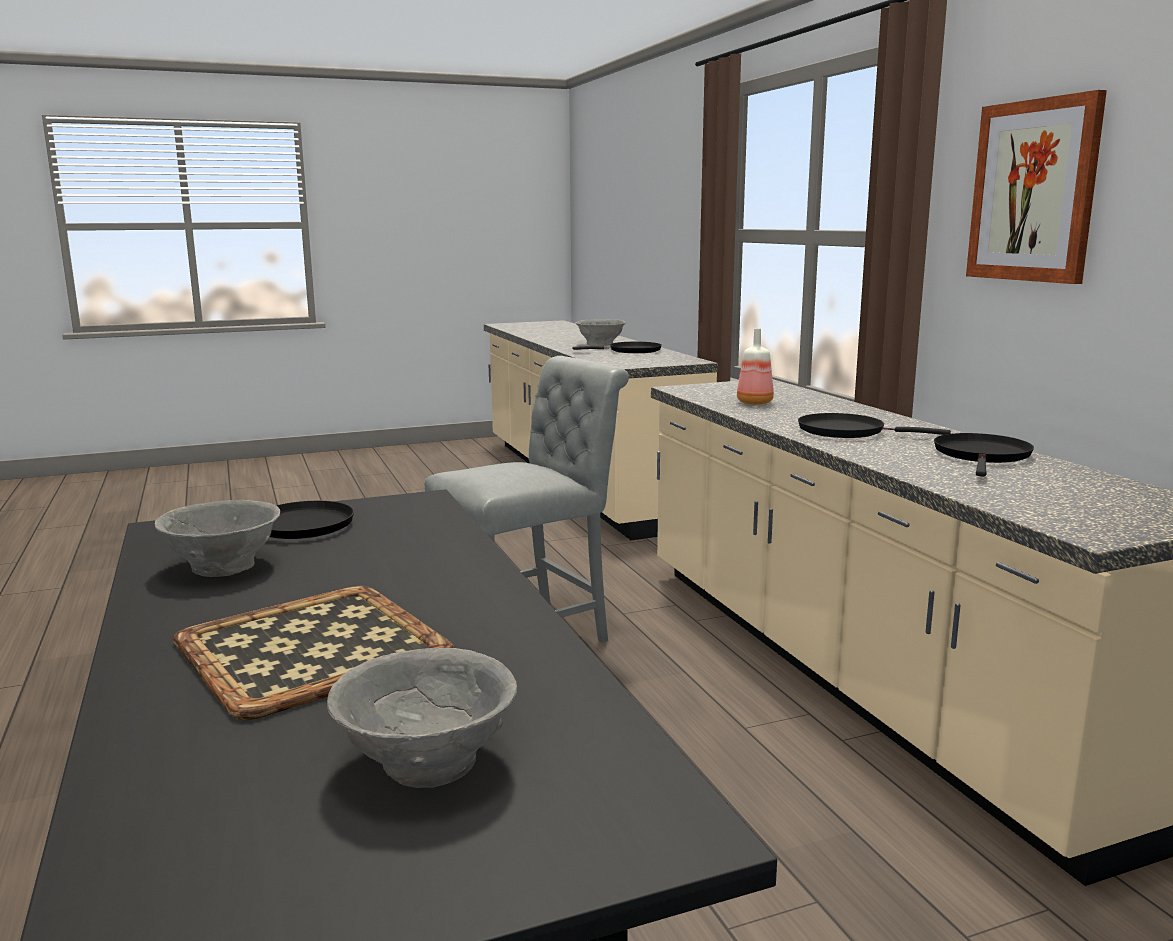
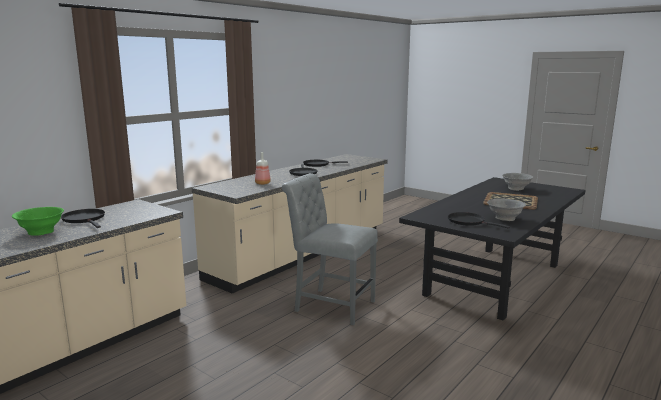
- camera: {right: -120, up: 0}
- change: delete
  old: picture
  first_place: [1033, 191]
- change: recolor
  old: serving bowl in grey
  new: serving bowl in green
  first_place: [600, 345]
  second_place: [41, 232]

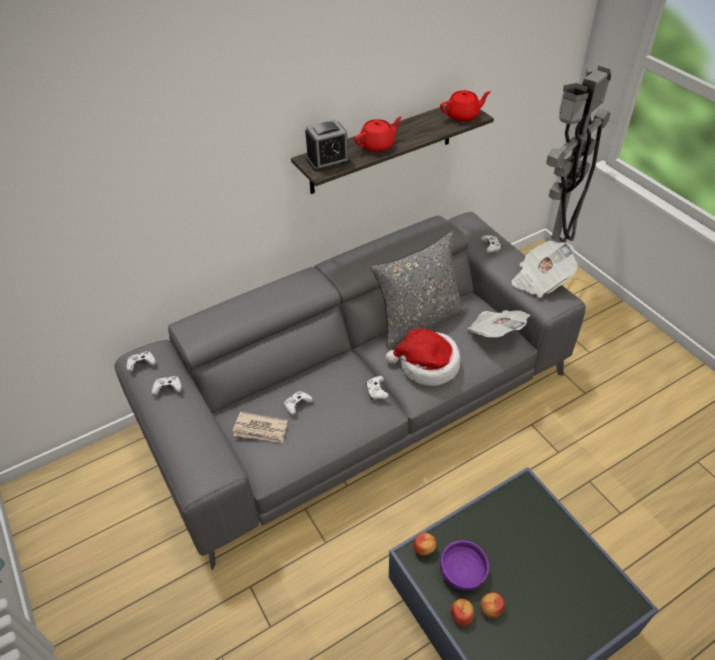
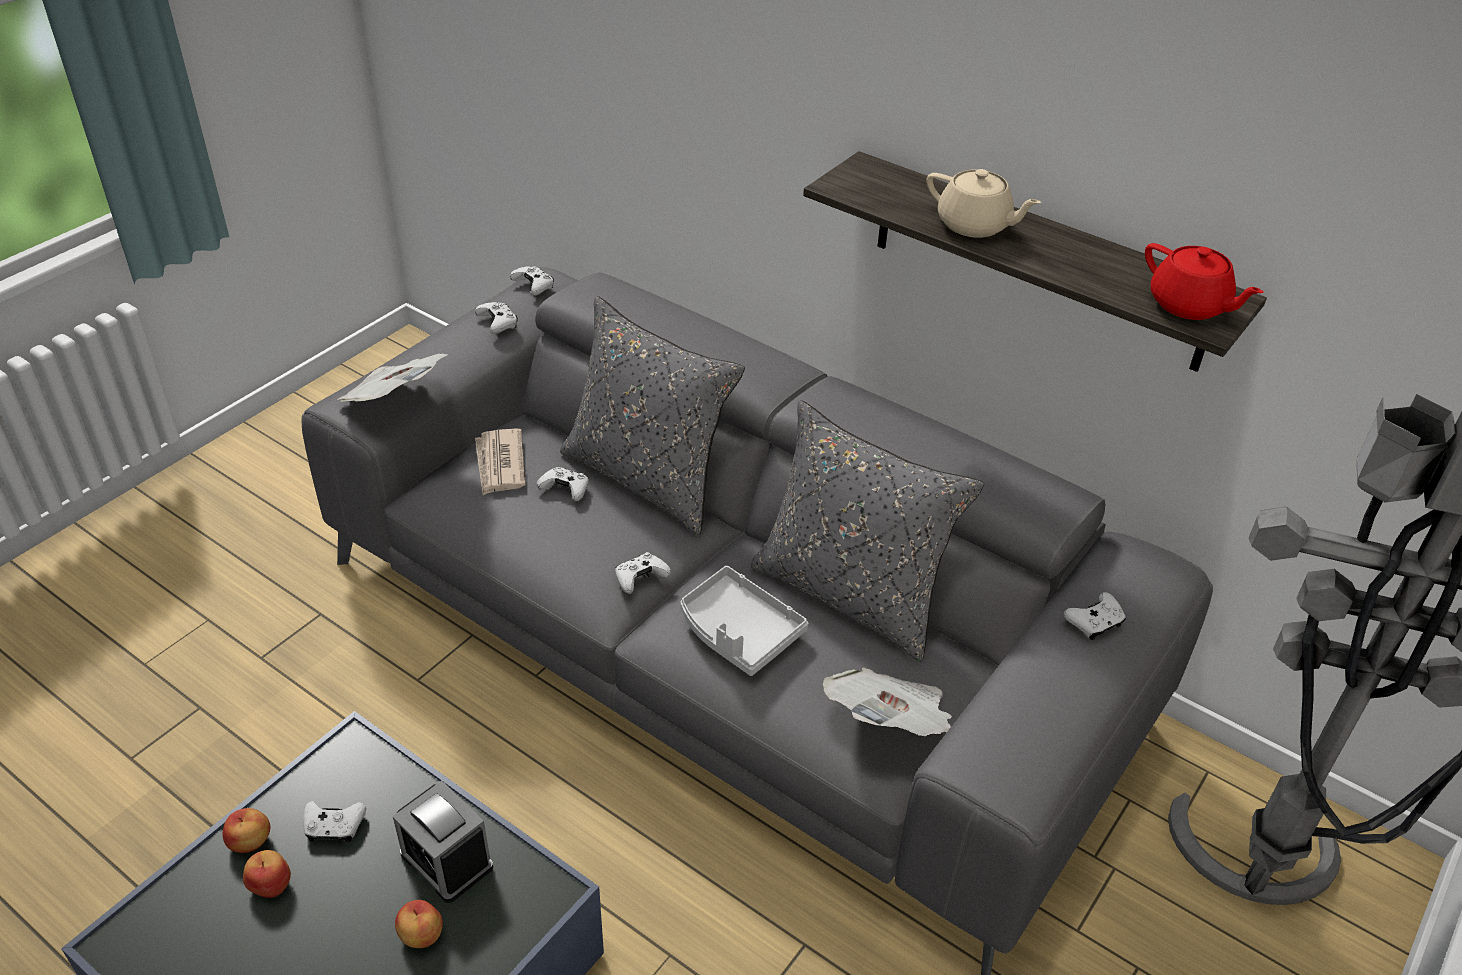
- camera: {right: 65, up: -5}
- change: insert
  new: throw pillow in grey
  second_place: [648, 478]
- change: move
  old: table clock
  first_place: [328, 160]
  second_place: [446, 860]
- change: move
  old: apple fruit
  first_place: [424, 549]
  second_place: [420, 936]
- change: move
  old: printed paper
  first_place: [540, 280]
  second_place: [396, 401]
- change: replace
  old: clothing hat
  new: carrying tray in grey
  first_place: [427, 365]
  second_place: [738, 632]
- change: replace
  old: serving bowl in purple-coloured
  new: game controller in white
  first_place: [463, 573]
  second_place: [334, 827]
- change: recolor
  old: pot for tea in red-coloured
  new: pot for tea in beige
  first_place: [378, 145]
  second_place: [974, 225]

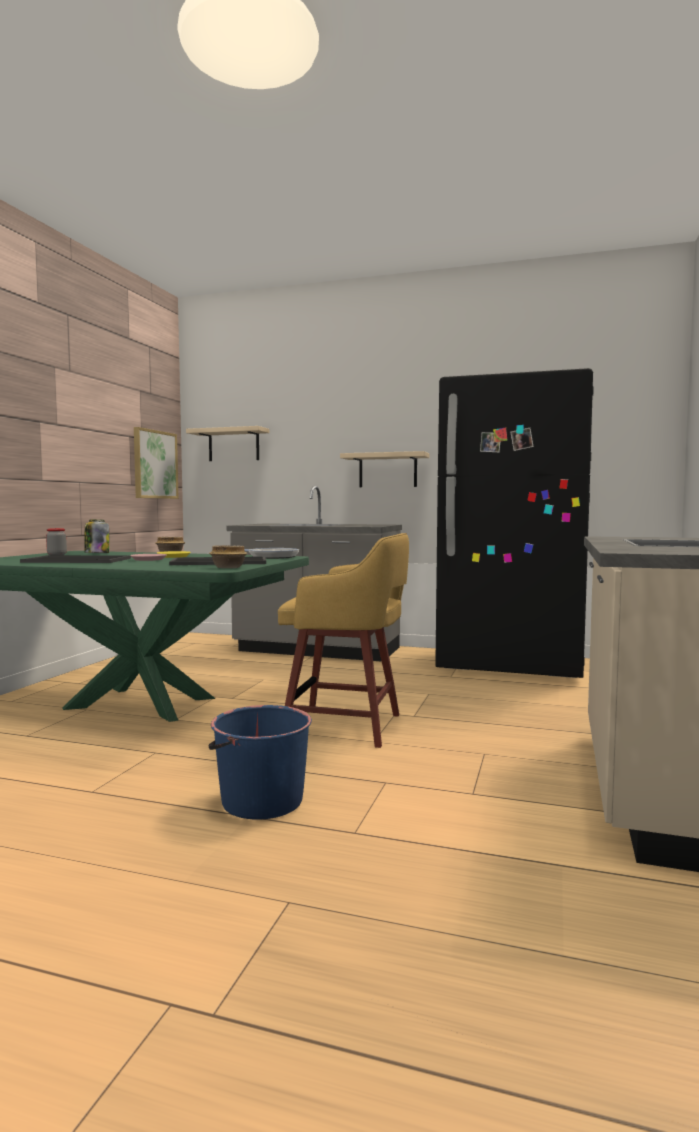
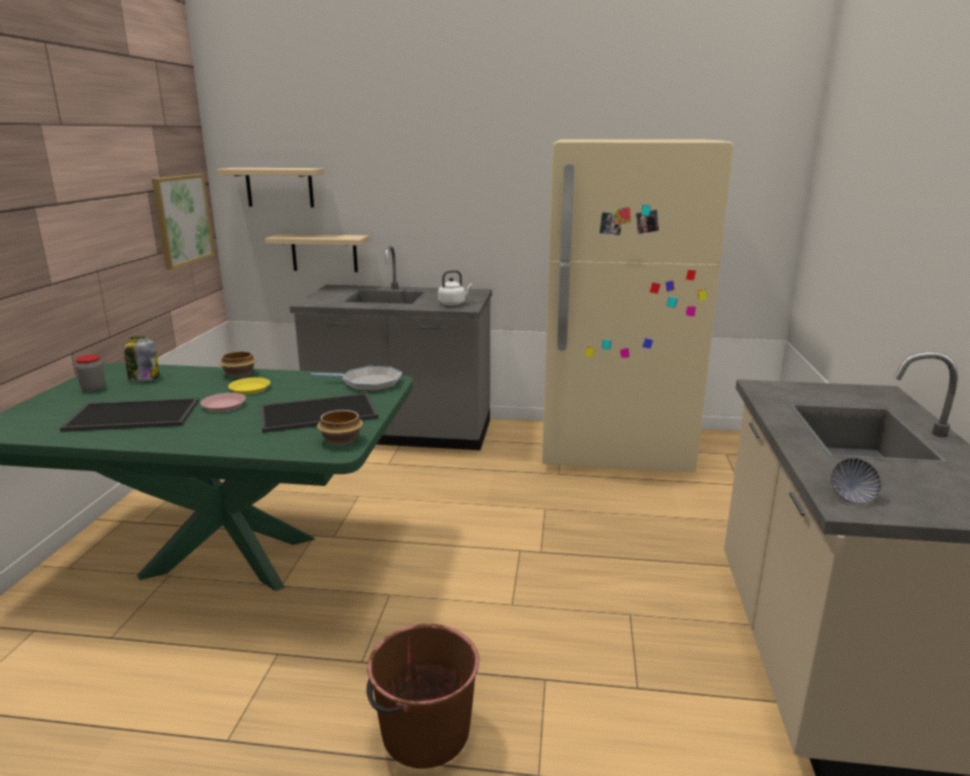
- camera: {right: -10, up: 15}
- change: delete
  old: sitting stool in yellowish
  first_place: [347, 726]
- change: insert
  new: water kettle in white
  second_place: [453, 304]
- change: insert
  new: serving bowl
  second_place: [852, 497]
- change: move
  old: shelf in beige
  first_place: [388, 470]
  second_place: [324, 253]
- change: recolor
  old: bucket in blue-coloured
  new: bucket in brown
  first_place: [261, 801]
  second_place: [424, 732]
- change: recolor
  old: fridge in black
  new: fridge in beige
  first_place: [511, 666]
  second_place: [615, 449]

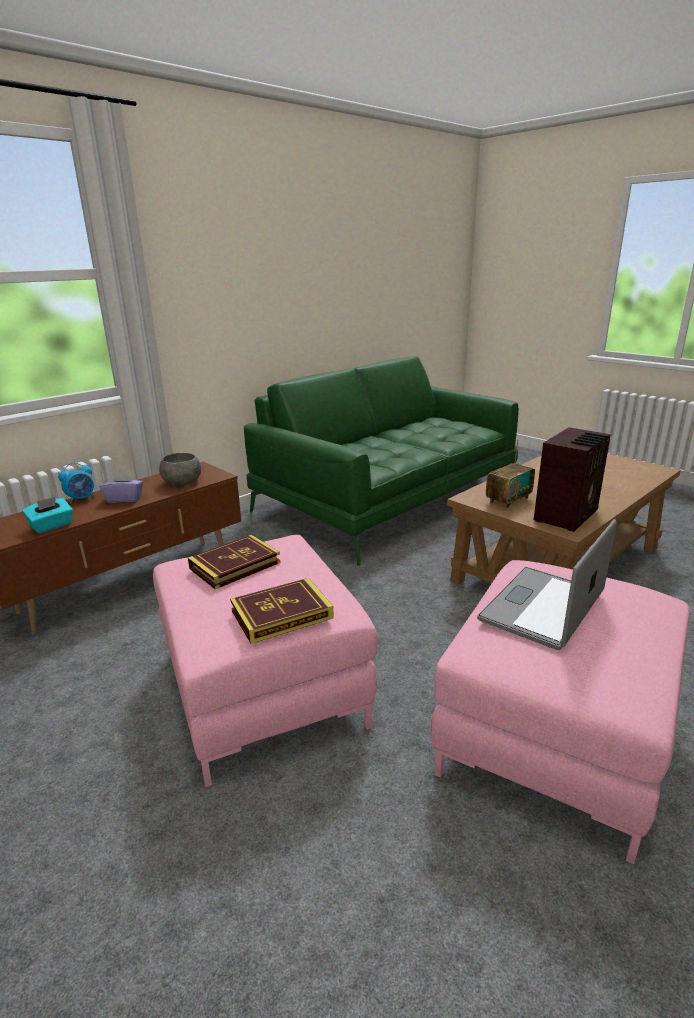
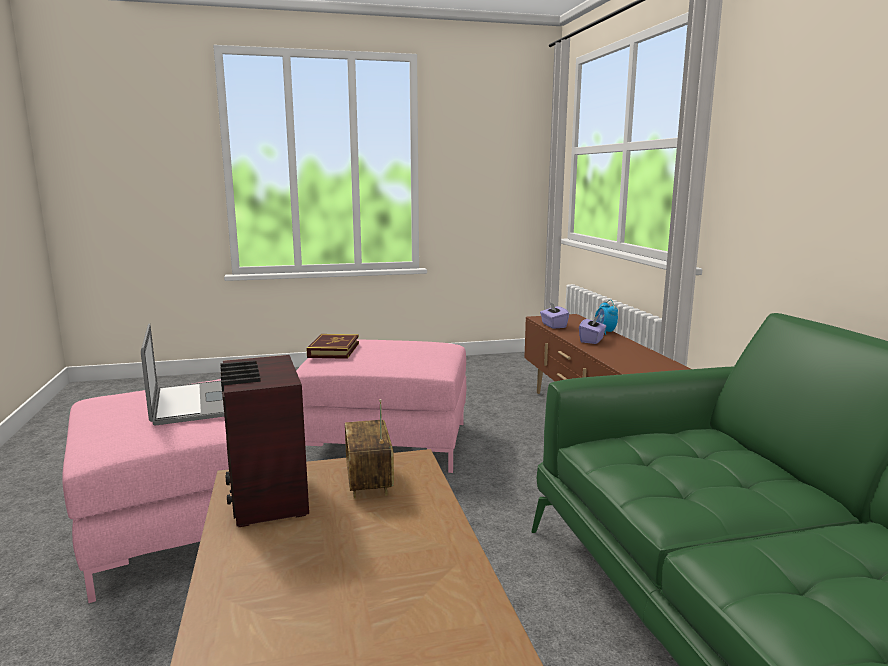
- camera: {right: 120, up: -10}
- change: delete
  old: serving bowl in grey
  first_place: [182, 482]
- change: delete
  old: volume
  first_place: [235, 565]
- change: recolor
  old: tissue holder in turquoise-coloured
  new: tissue holder in purple-coloured
  first_place: [52, 526]
  second_place: [553, 325]

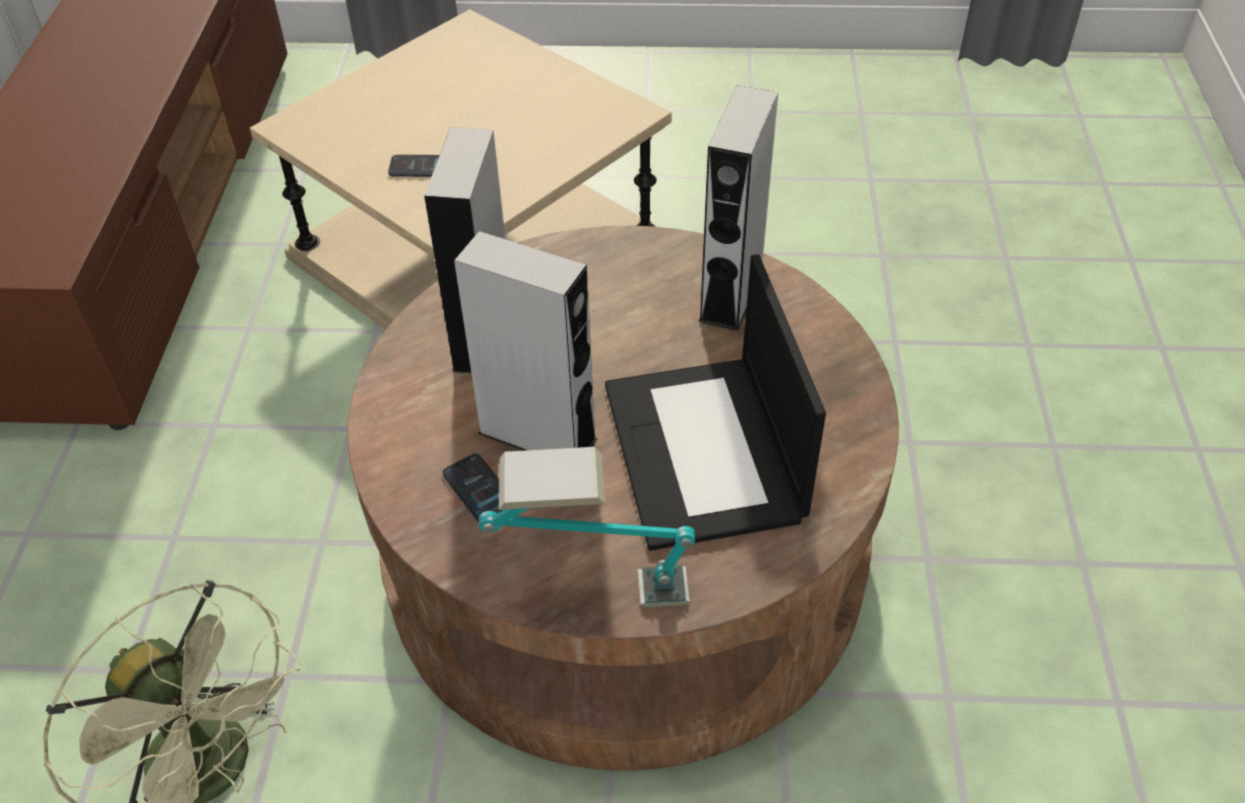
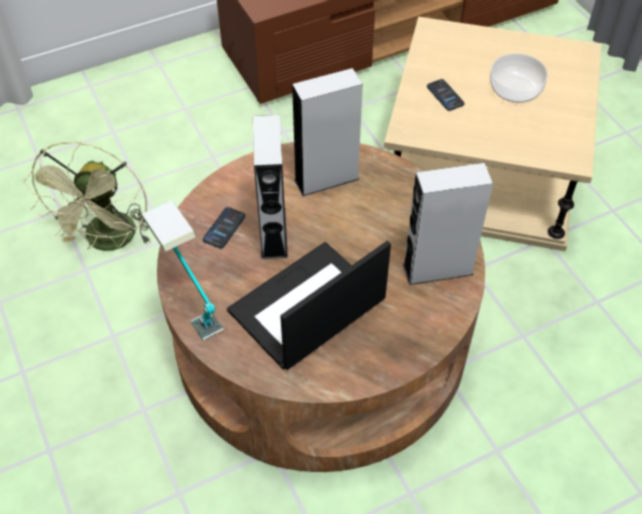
- camera: {right: 60, up: 5}
- change: insert
  new: serving bowl
  second_place: [515, 90]

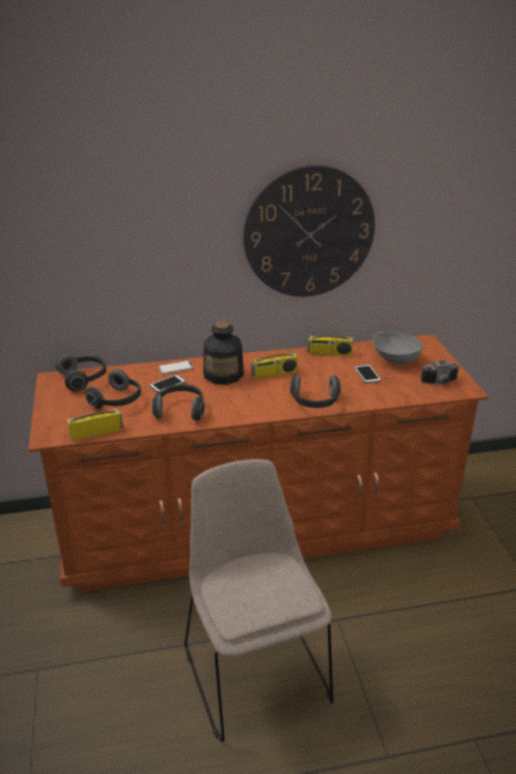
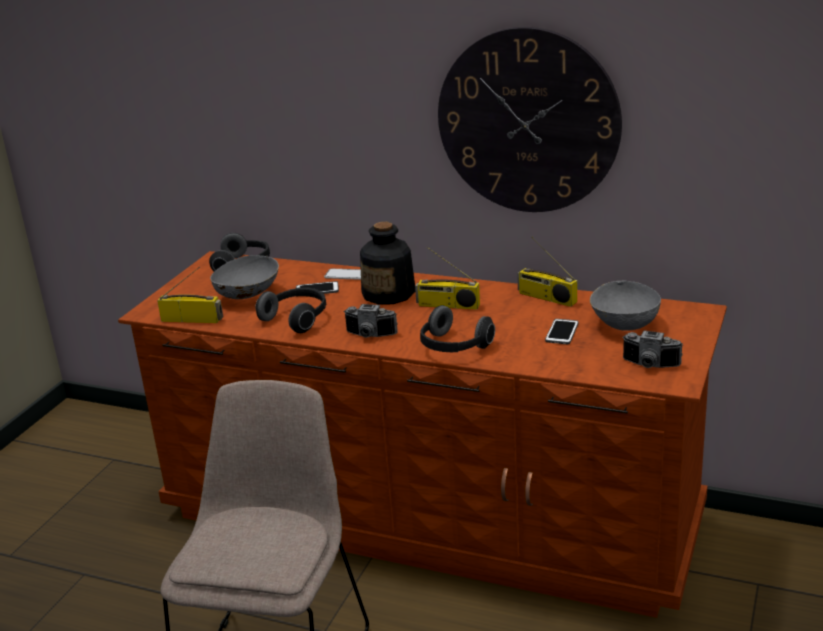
- camera: {right: 35, up: -5}
- change: insert
  new: still camera
  second_place: [369, 336]
- change: replace
  old: headset
  new: serving bowl in grey
  first_place: [118, 401]
  second_place: [248, 295]

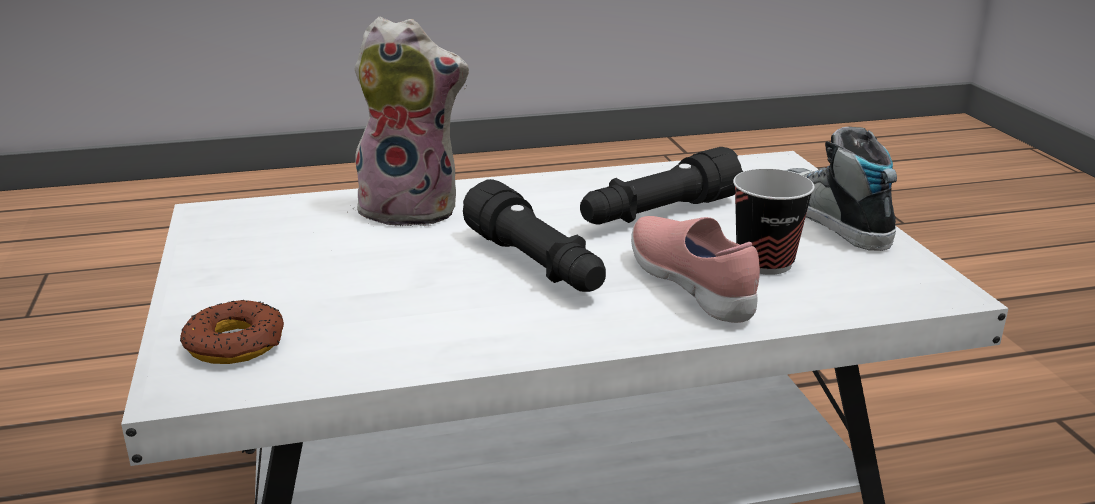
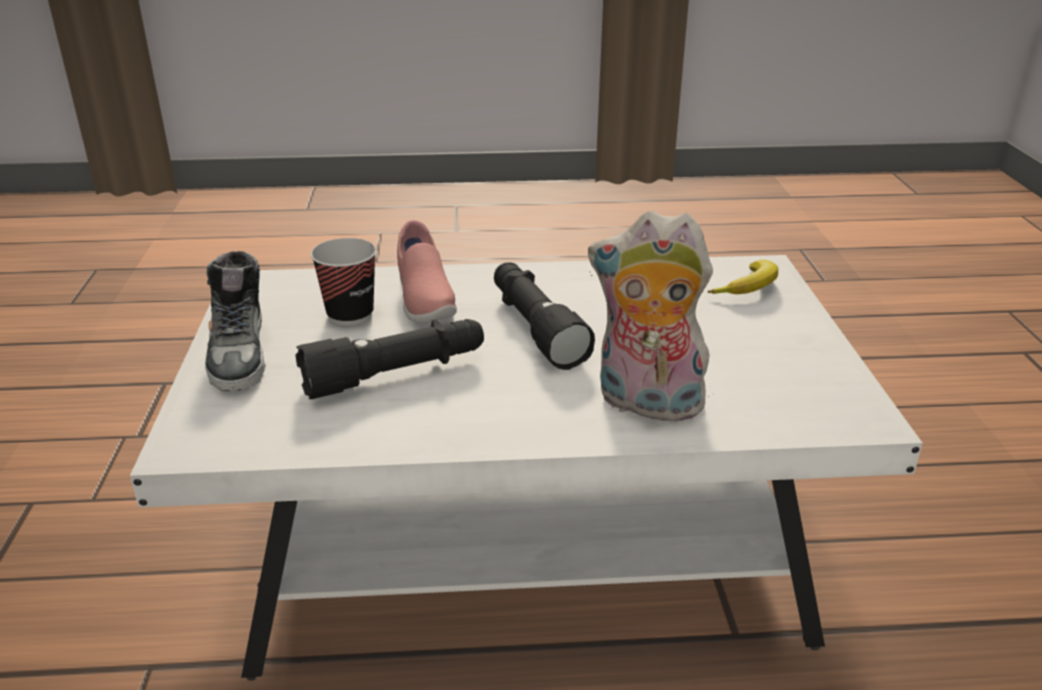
- camera: {right: -170, up: 5}
- change: replace
  old: ring doughnut
  new: whole banana
  first_place: [235, 343]
  second_place: [749, 288]

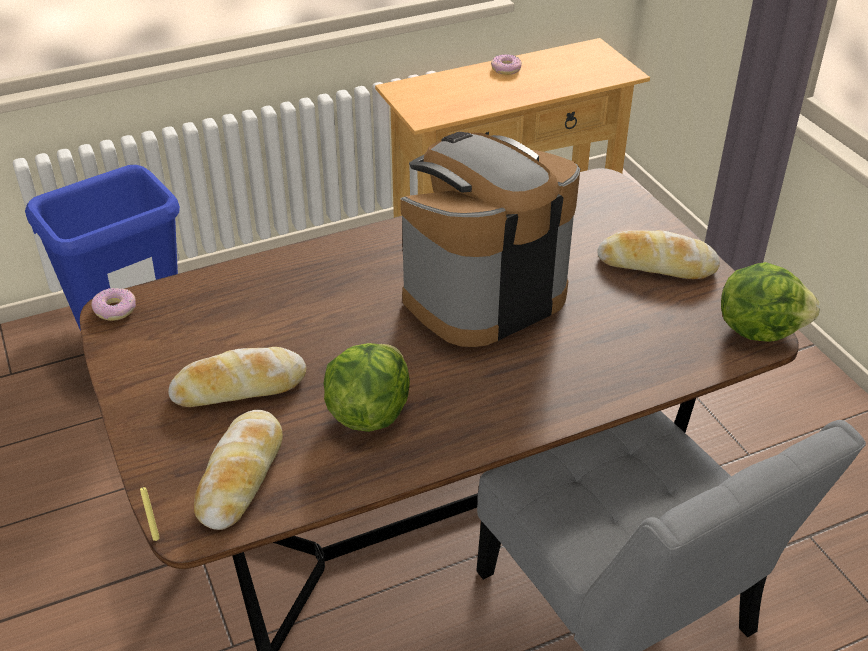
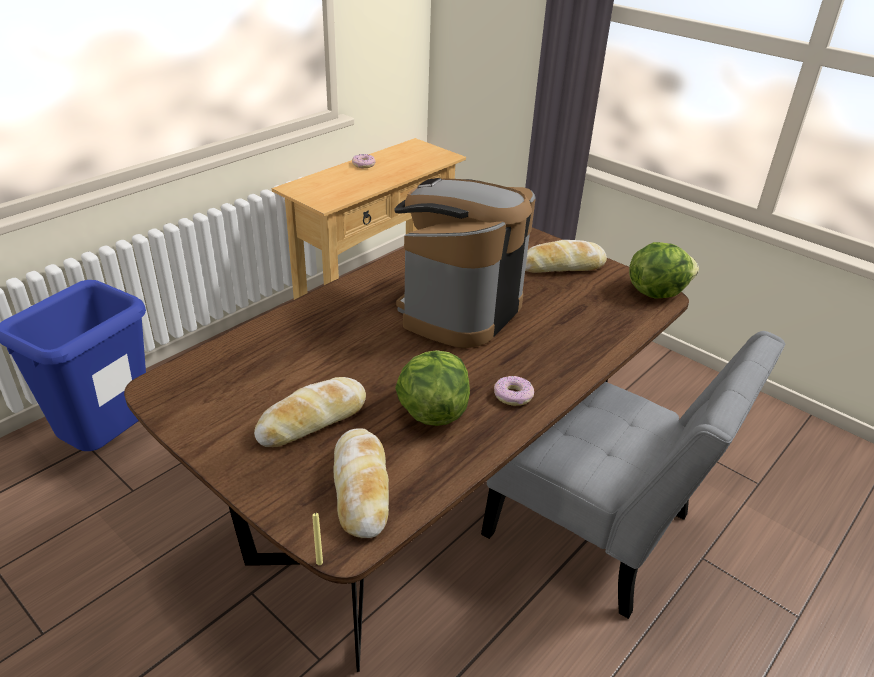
- camera: {right: -25, up: -5}
- change: move
  old: ring doughnut
  first_place: [115, 309]
  second_place: [513, 395]

